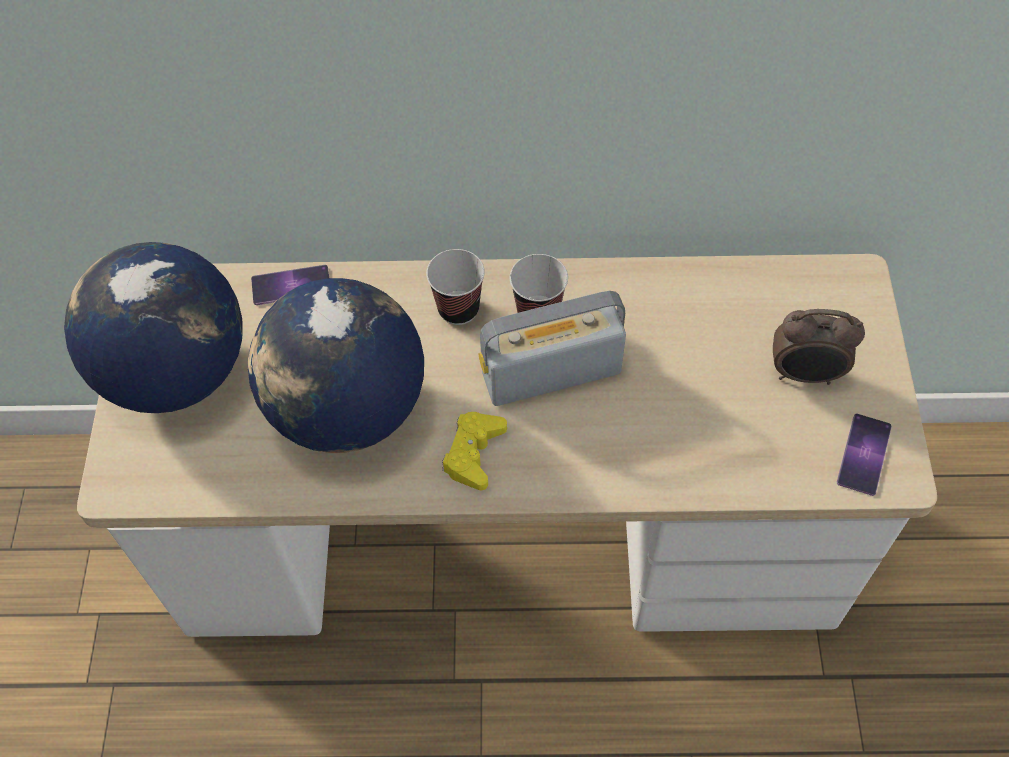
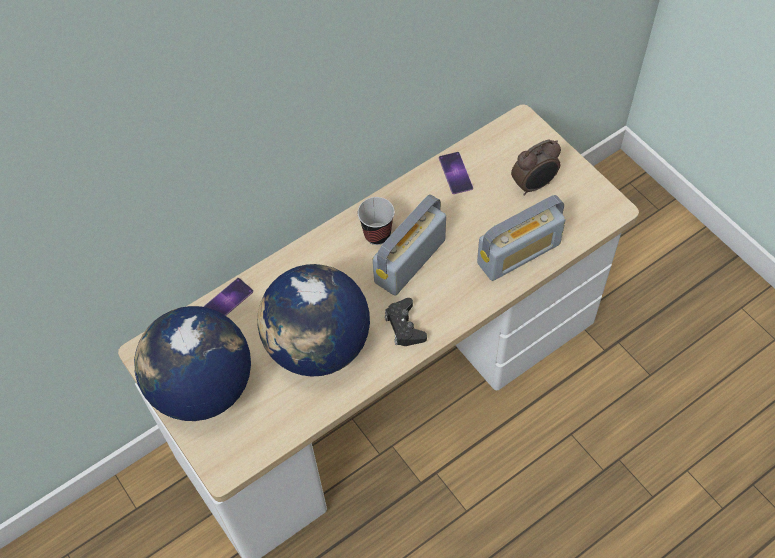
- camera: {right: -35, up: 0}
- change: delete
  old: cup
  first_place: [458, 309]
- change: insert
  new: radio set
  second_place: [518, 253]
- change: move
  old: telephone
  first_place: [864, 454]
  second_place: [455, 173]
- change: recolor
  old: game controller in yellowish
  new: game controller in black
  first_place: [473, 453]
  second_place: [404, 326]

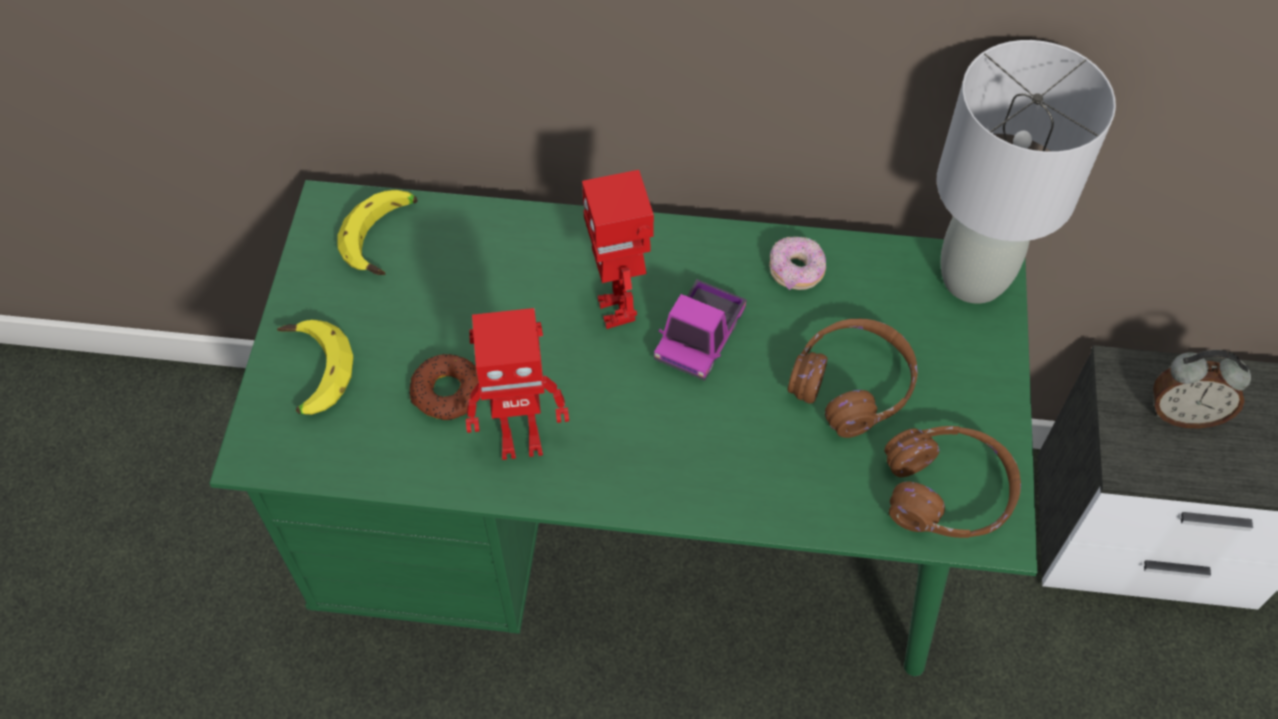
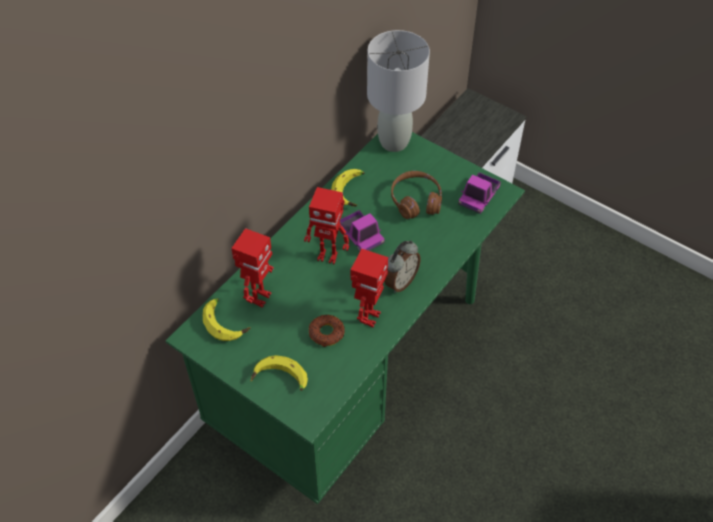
- camera: {right: -60, up: -5}
- change: insert
  new: robot figure
  second_place: [259, 297]
- change: move
  old: table clock
  first_place: [1183, 413]
  second_place: [400, 282]
- change: replace
  old: ring doughnut
  new: whole banana
  first_place: [796, 271]
  second_place: [351, 191]
- change: replace
  old: headset in brown
  new: model truck
  first_place: [947, 492]
  second_place: [478, 197]

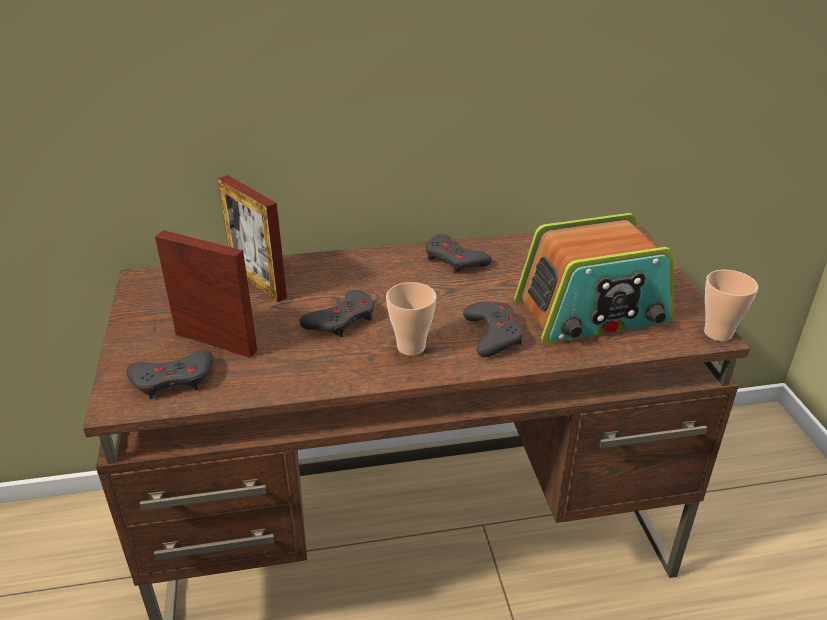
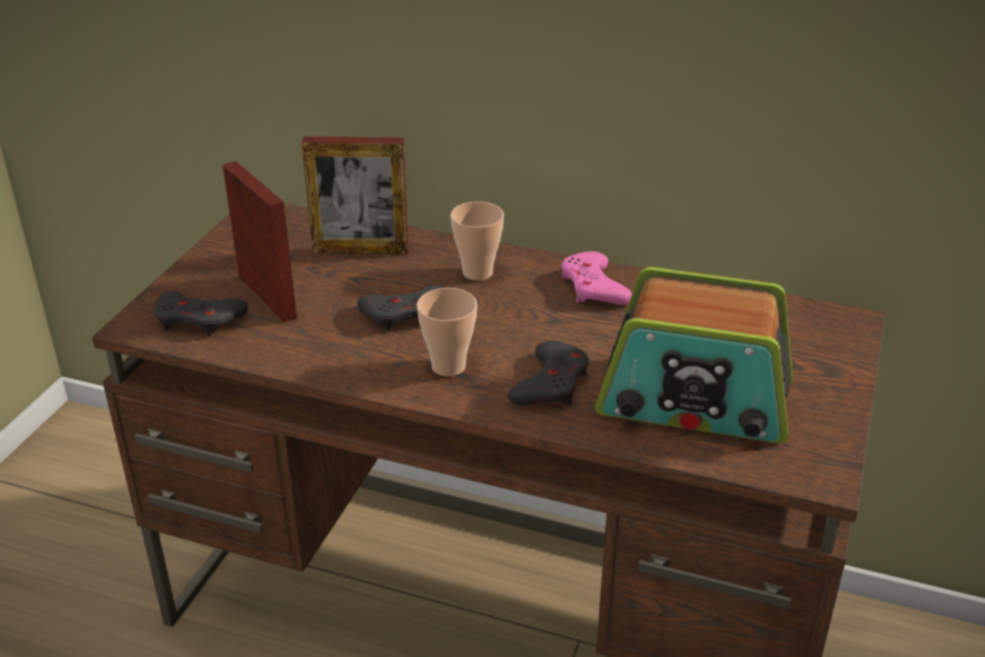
- camera: {right: 30, up: 0}
- change: move
  old: cup
  first_place: [718, 333]
  second_place: [477, 273]
- change: recolor
  old: game controller in grey
  new: game controller in pinkish
  first_place: [454, 260]
  second_place: [594, 287]
- change: rotate
  old: standing frame
  first_place: [258, 283]
  second_place: [361, 250]
  degrees: -75

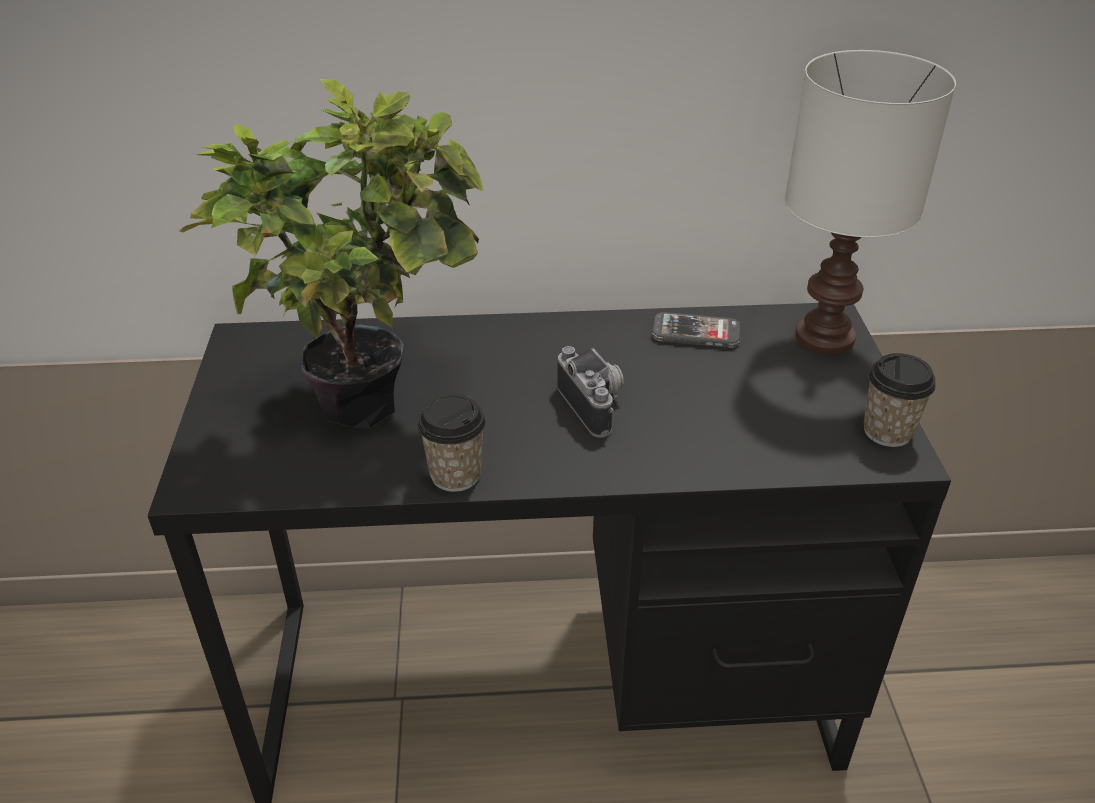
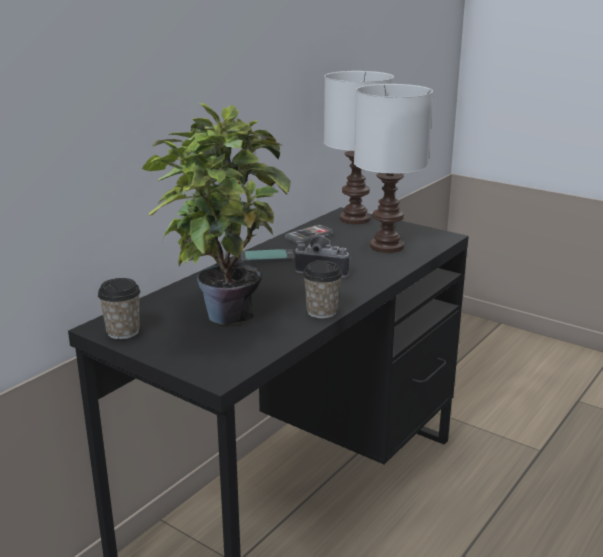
- camera: {right: -50, up: -15}
- change: insert
  new: telephone
  second_place: [267, 257]
- change: insert
  new: table lamp in white
  second_place: [388, 246]
- change: move
  old: cup
  first_place: [887, 432]
  second_place: [123, 332]

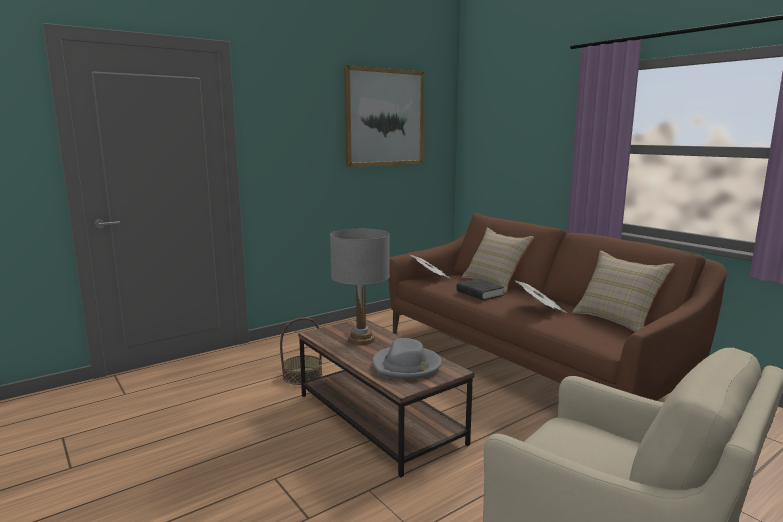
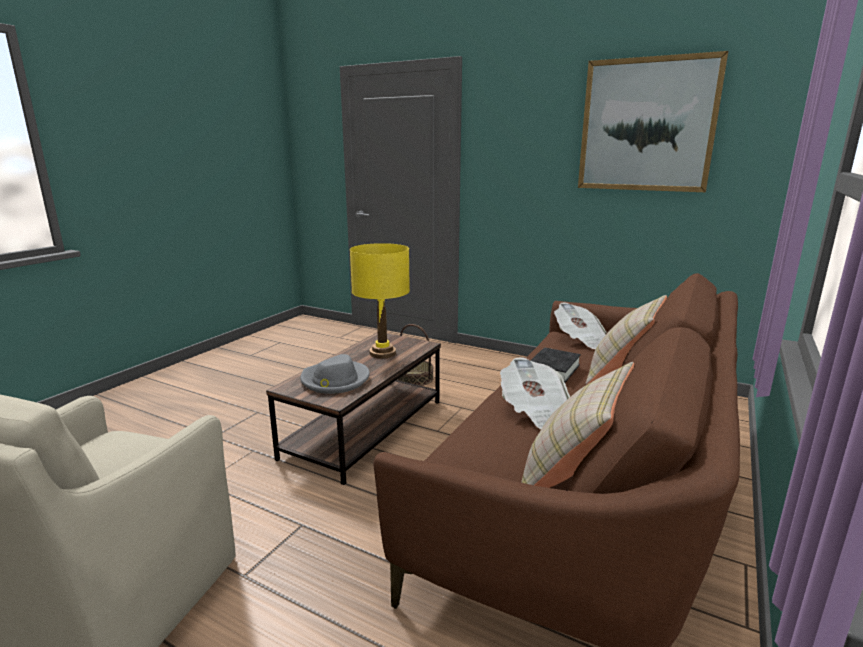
- camera: {right: 65, up: 5}
- change: recolor
  old: table lamp in grey
  new: table lamp in yellowish
  first_place: [361, 340]
  second_place: [382, 353]

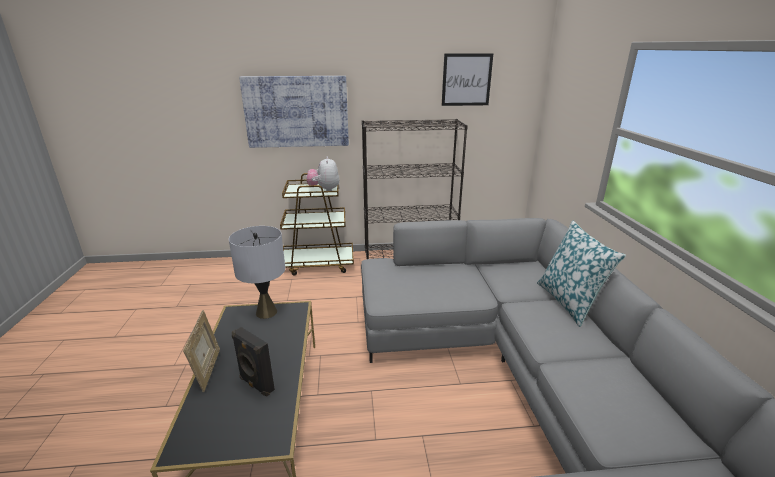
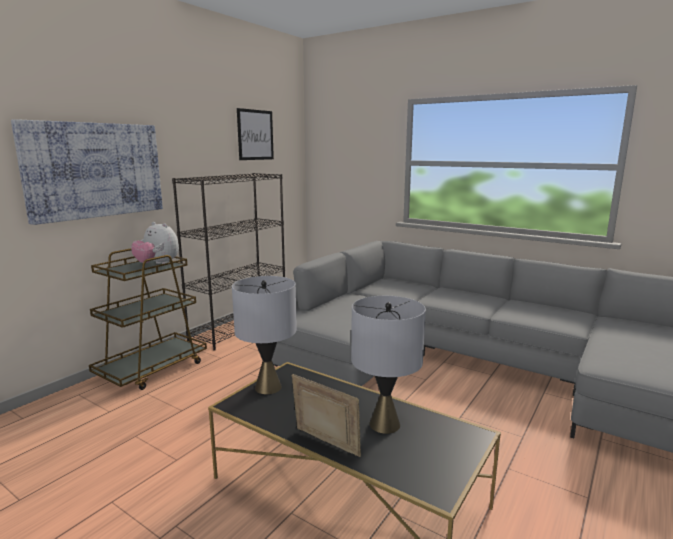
- camera: {right: -50, up: -10}
- change: delete
  old: throw pillow
  first_place: [569, 302]
- change: replace
  old: speaker in black
  new: table lamp in grey
  first_place: [256, 384]
  second_place: [384, 424]

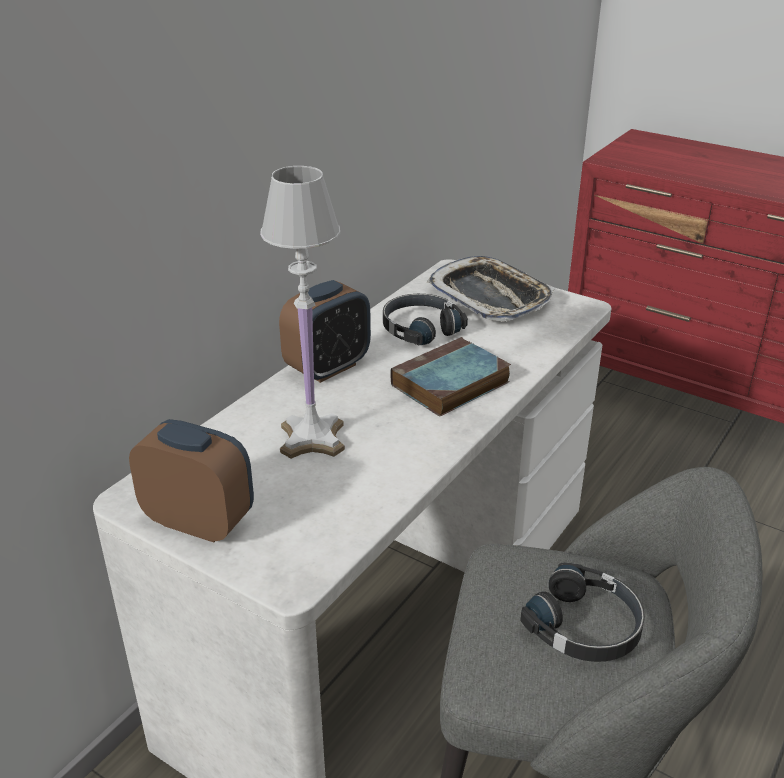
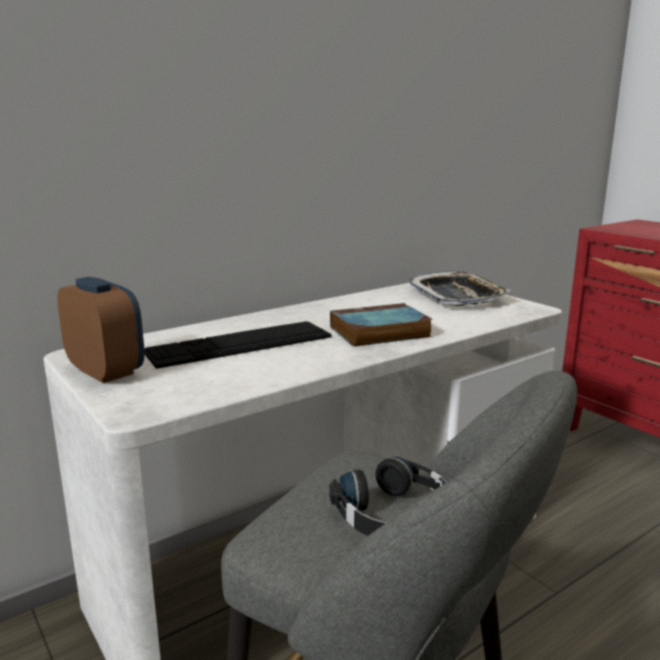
- camera: {right: 20, up: -15}
- change: delete
  old: table clock
  first_place: [328, 368]
- change: delete
  old: headset in black
  first_place: [420, 328]
- change: replace
  old: table lamp in white
  new: PC keyboard
  first_place: [312, 438]
  second_place: [239, 344]

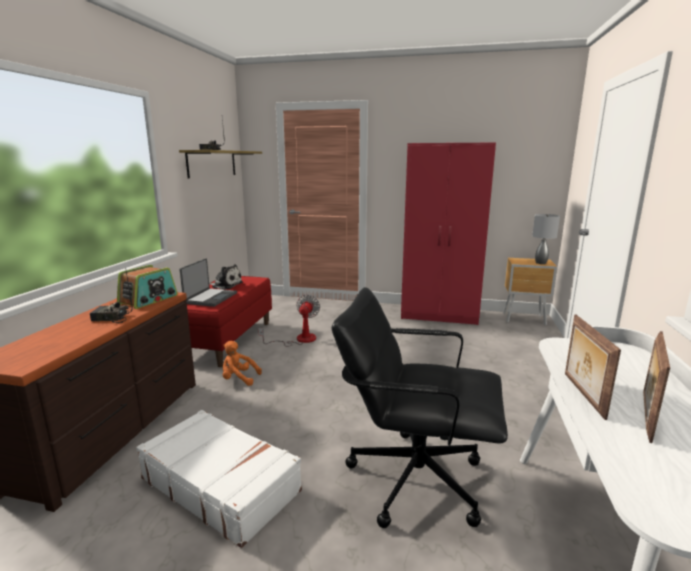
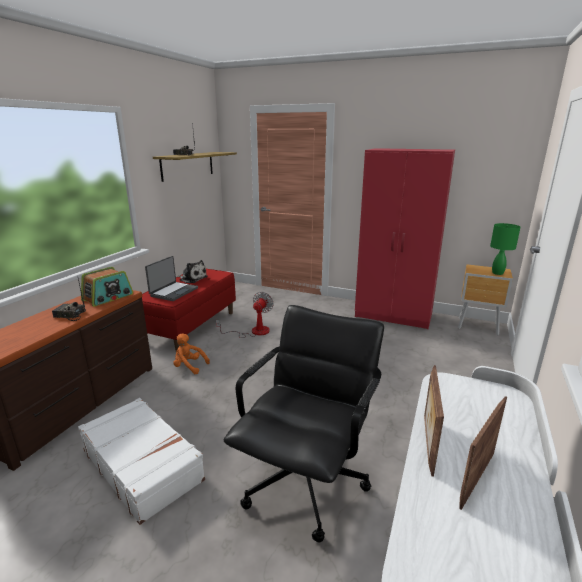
- camera: {right: 10, up: 5}
- change: recolor
  old: table lamp in grey
  new: table lamp in green
  first_place: [540, 263]
  second_place: [497, 273]
- change: rotate
  old: computer chair in black
  first_place: [414, 478]
  second_place: [306, 482]
  degrees: 90

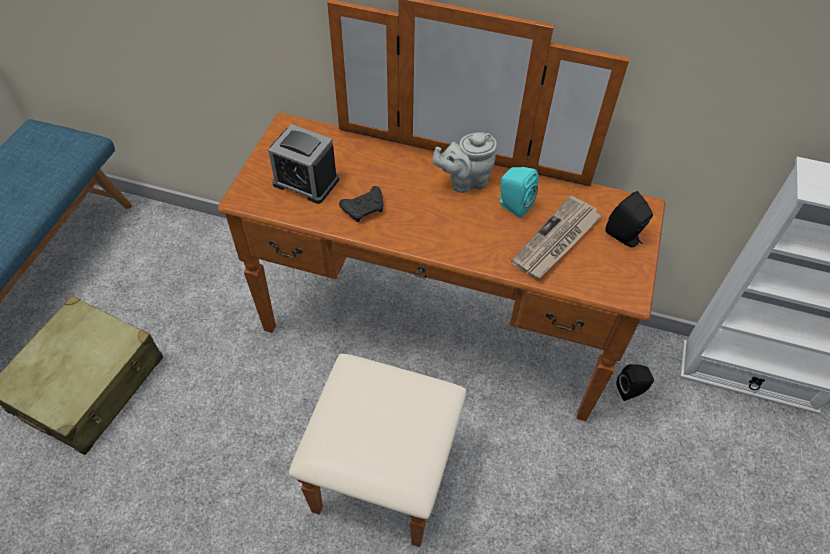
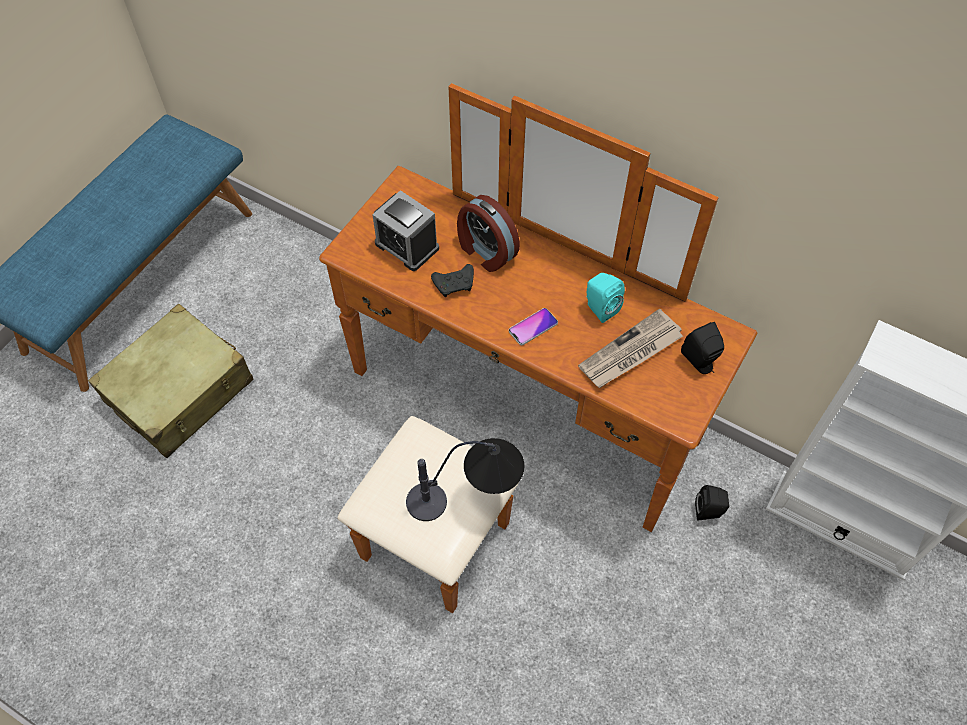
- camera: {right: 15, up: 5}
- change: delete
  old: pot for tea in grey
  first_place: [465, 181]
- change: insert
  new: table lamp
  second_place: [468, 498]
- change: insert
  new: table clock
  second_place: [485, 251]
- change: insert
  new: telephone
  second_place: [533, 327]

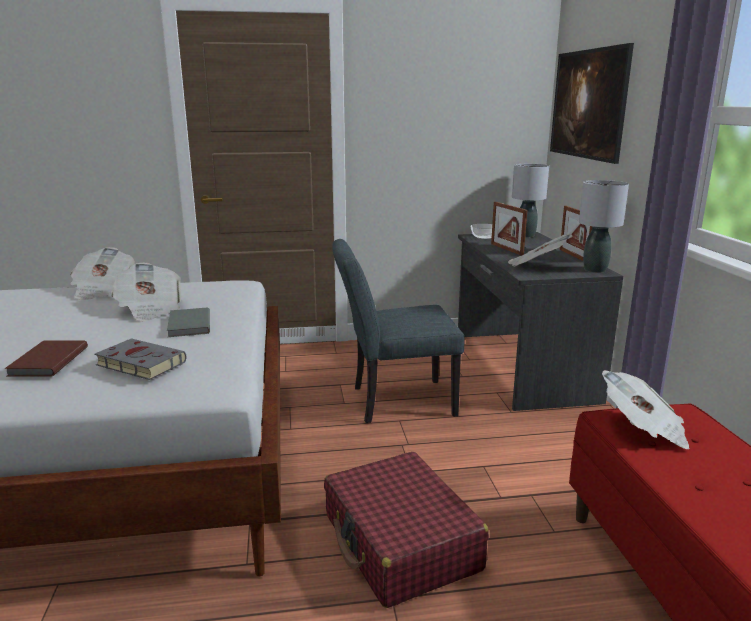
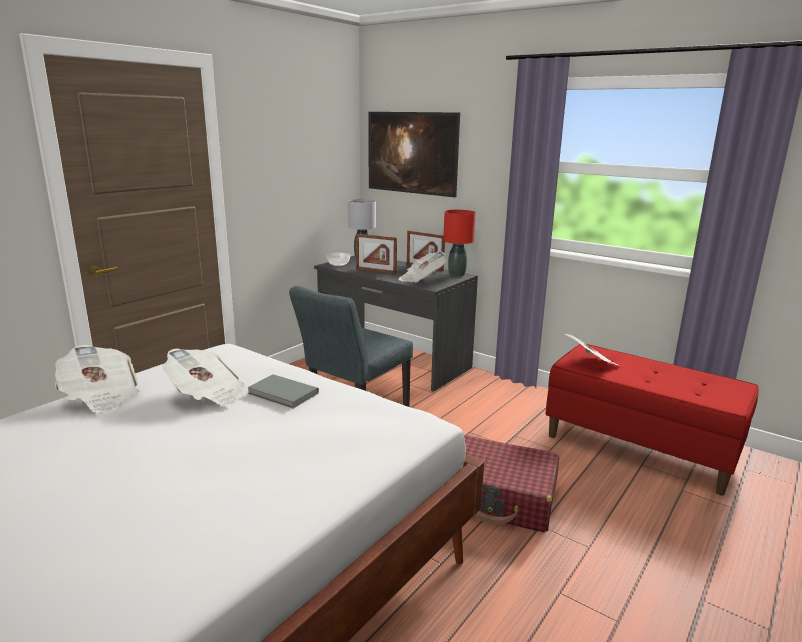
- camera: {right: -45, up: 0}
- change: delete
  old: volume in brown
  first_place: [46, 361]
- change: delete
  old: volume in grey
  first_place: [139, 363]
- change: recolor
  old: table lamp in grey
  new: table lamp in red-coloured
  first_place: [594, 270]
  second_place: [456, 274]

